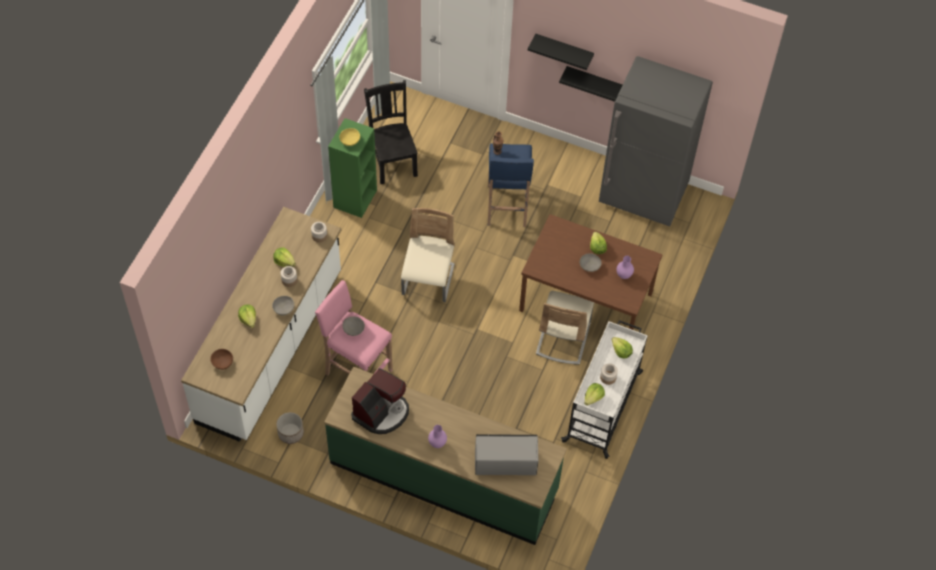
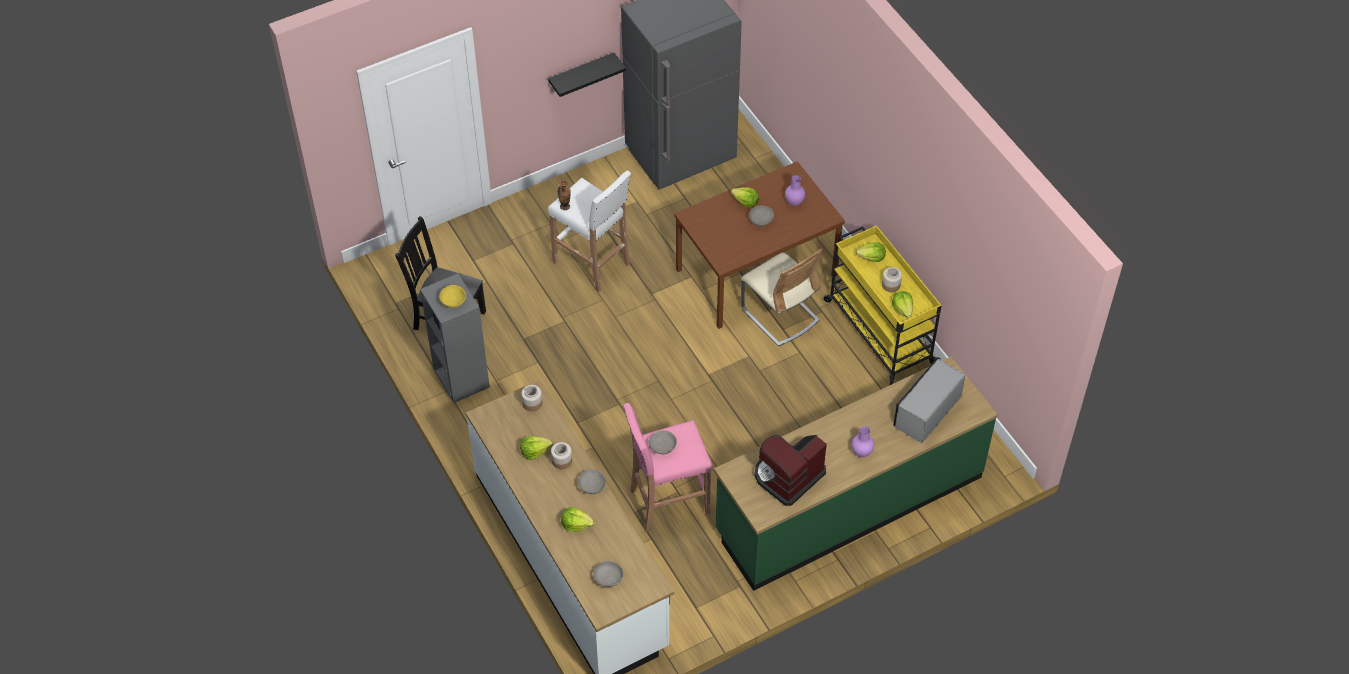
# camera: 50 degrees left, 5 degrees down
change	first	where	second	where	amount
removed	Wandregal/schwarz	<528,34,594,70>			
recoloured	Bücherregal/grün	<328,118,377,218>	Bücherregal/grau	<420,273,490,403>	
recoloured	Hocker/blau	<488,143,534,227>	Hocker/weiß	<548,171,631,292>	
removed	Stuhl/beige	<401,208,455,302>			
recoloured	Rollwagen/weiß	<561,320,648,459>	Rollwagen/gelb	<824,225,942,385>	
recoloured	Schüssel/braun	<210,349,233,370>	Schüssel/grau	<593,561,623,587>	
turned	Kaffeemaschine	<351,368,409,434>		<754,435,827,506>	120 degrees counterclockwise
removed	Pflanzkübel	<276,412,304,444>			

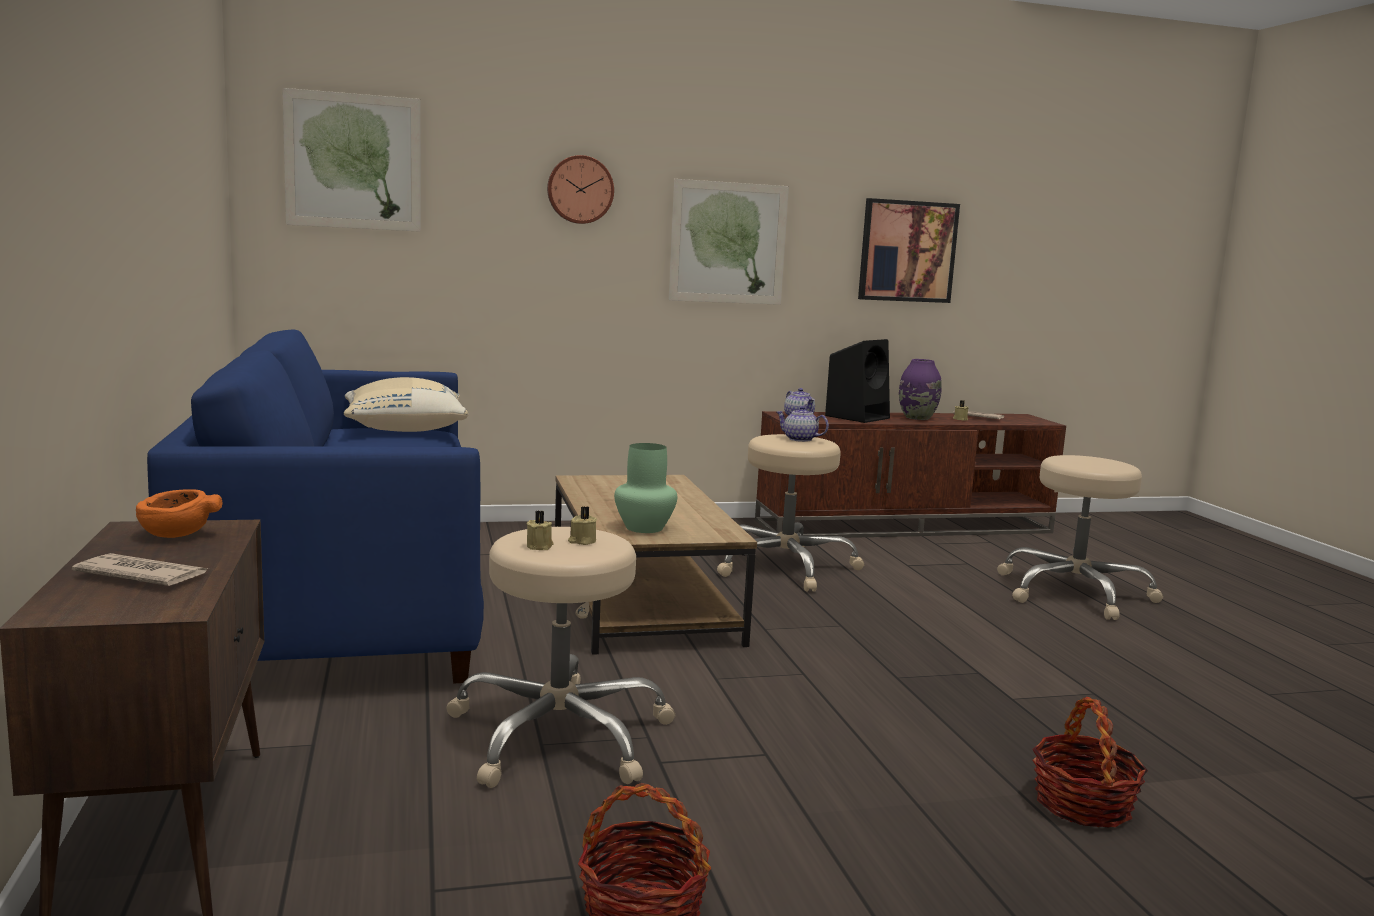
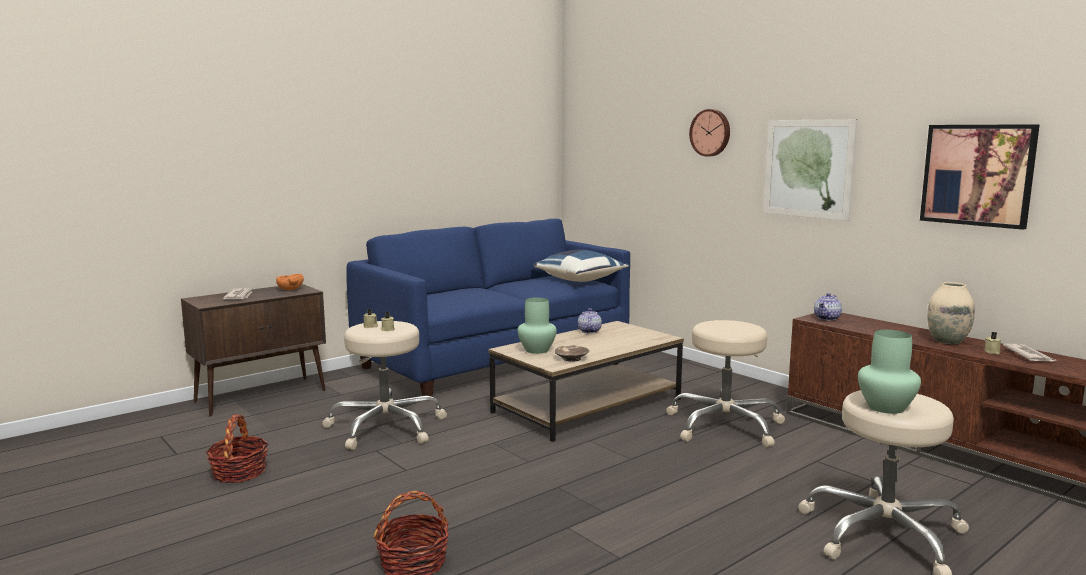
# camera: 65 degrees right, 0 degrees up
change	first	where	second	where	amount
removed	Bild	<282,88,421,232>			
removed	Lautsprecher/schwarz	<825,339,890,423>			
recoloured	Vase/lila	<899,359,942,420>	Vase/beige	<927,282,975,344>	
recoloured	Kissen/beige	<344,377,468,432>	Kissen/blau	<533,249,629,282>	
moved	Teekanne	<776,406,829,442>		<578,308,602,333>	
added			Vase/grün	<858,330,921,414>	
added			Schüssel/braun	<555,346,589,361>	

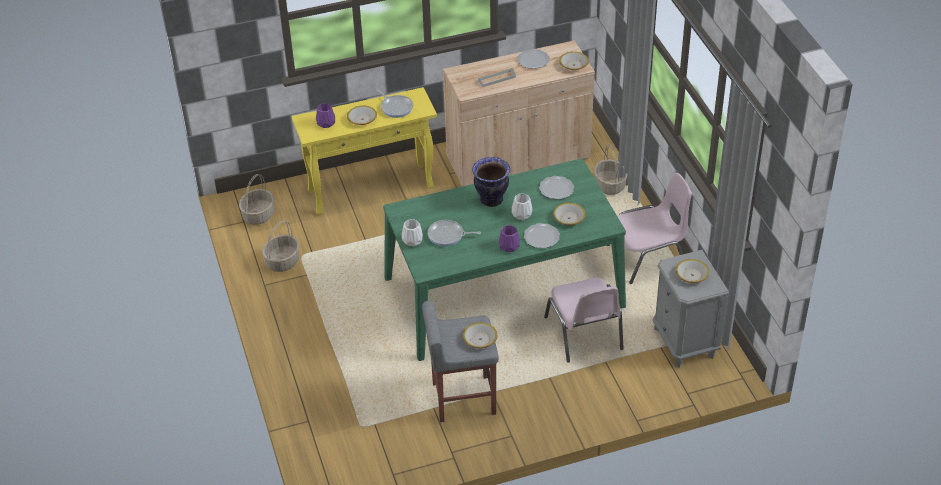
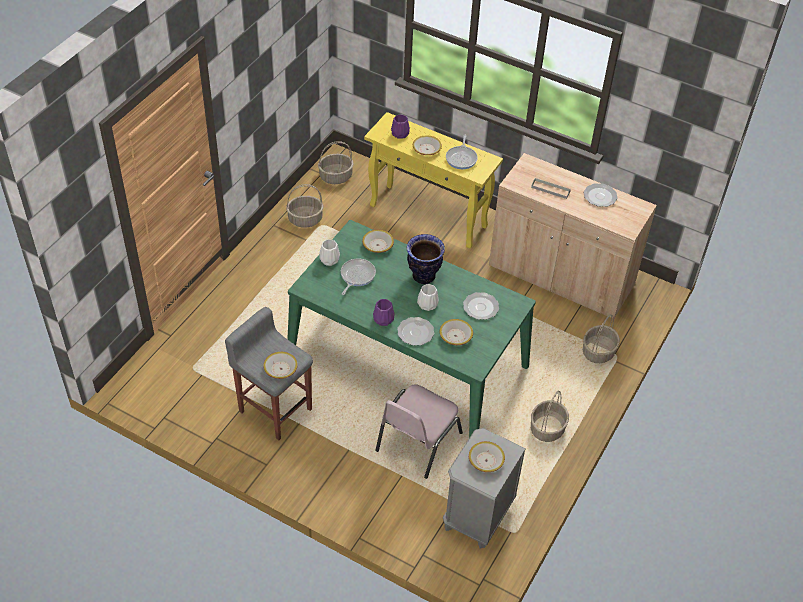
# camera: 45 degrees right, 5 degrees up
change	first	where	second	where	amount
moved	Schüssel	<559,52,589,70>		<362,230,394,253>	
replaced	Stuhl/rosa	<607,173,692,284>	Korb	<531,390,569,442>	
turned	Pfanne	<427,220,481,246>		<341,259,376,295>	60 degrees clockwise

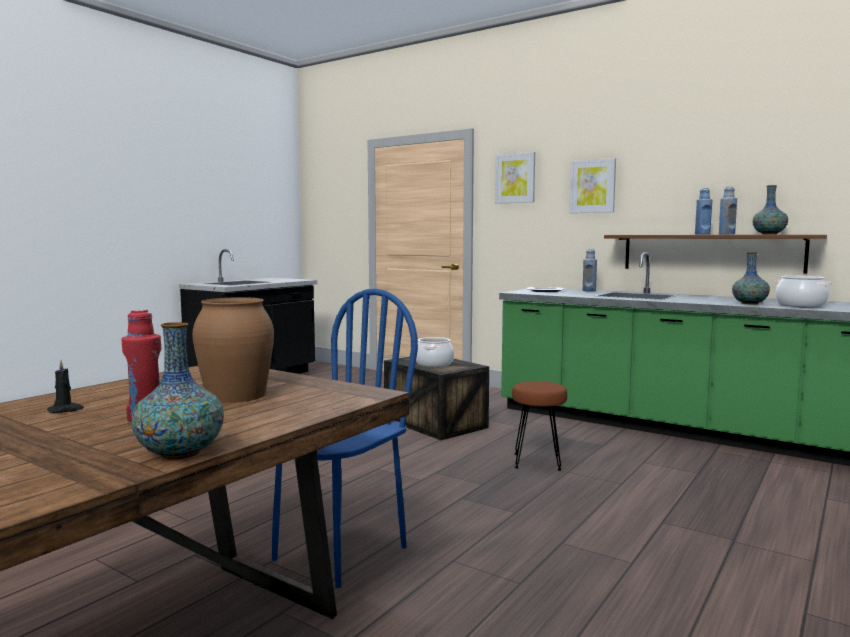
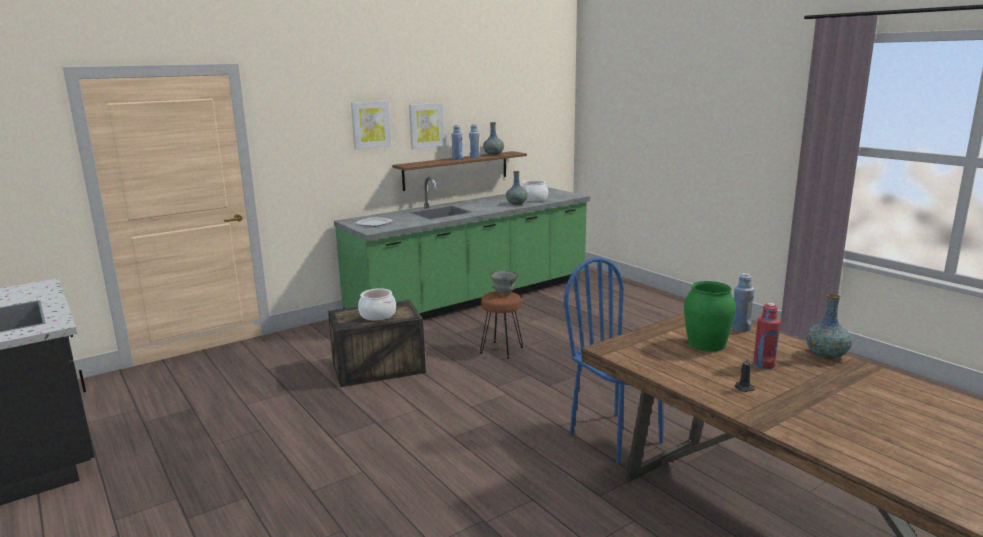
# camera: 70 degrees left, 10 degrees up
change	first	where	second	where	amount
moved	Bild	<495,152,535,204>		<409,103,445,149>	
moved	Flasche/blau	<583,249,597,291>		<731,273,754,332>	
recoloured	Vase/braun	<192,297,274,403>	Vase/grün	<684,281,736,351>	
added			Schüssel/grau	<490,271,518,294>	

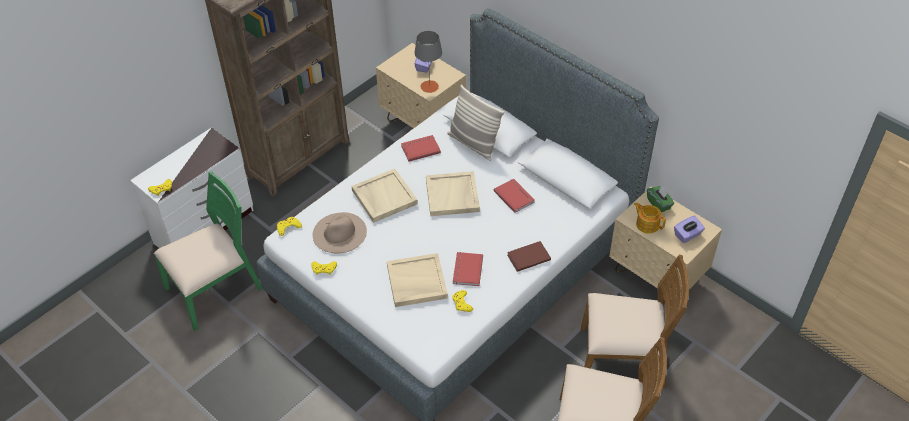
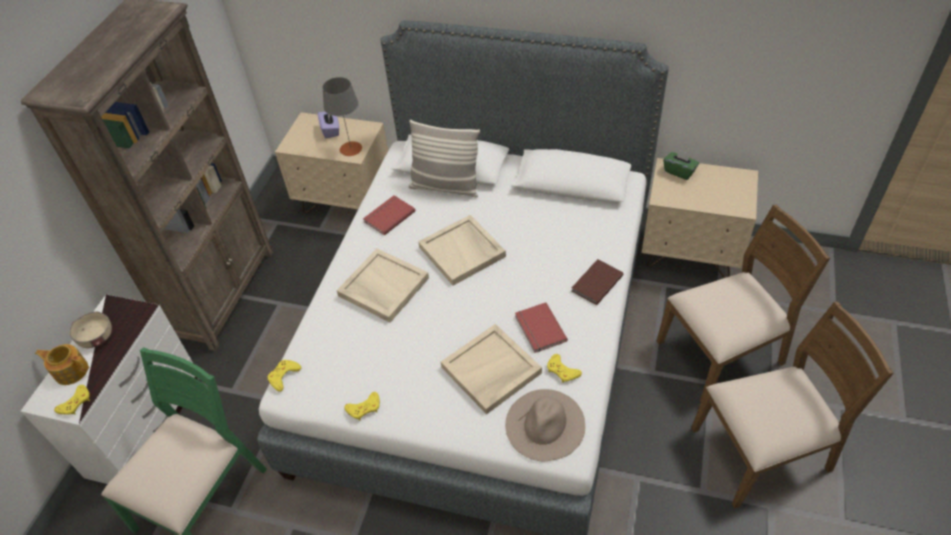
# camera: 25 degrees left, 0 degrees up
change	first	where	second	where	amount
removed	Buch/rot	<494,179,535,213>			
moved	Teekanne	<634,202,666,234>		<35,344,89,385>	
moved	Hut/beige	<313,212,367,254>		<505,389,585,461>	
removed	Taschentuchbox/lila	<674,216,705,243>			
added			Schüssel/beige	<70,311,112,348>	

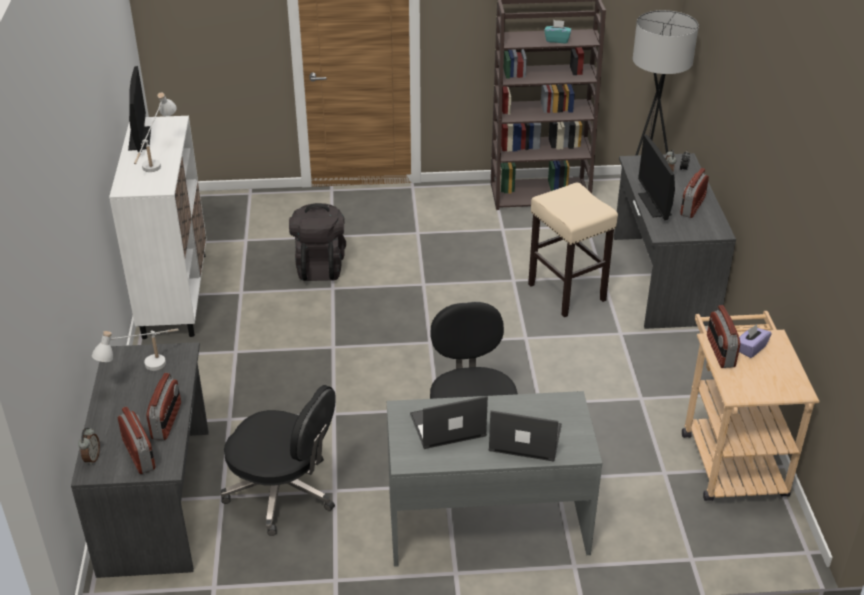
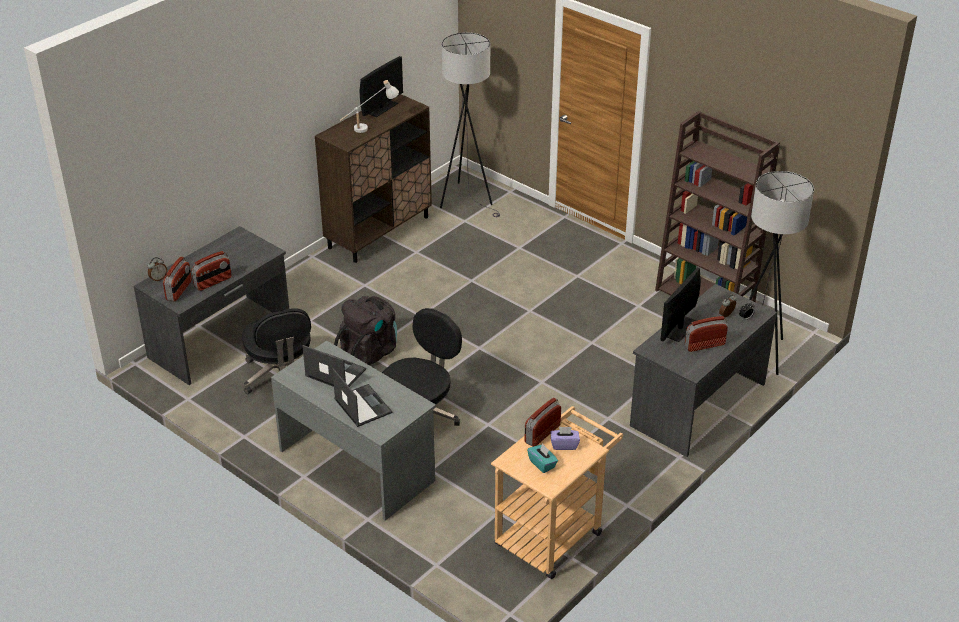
# camera: 45 degrees right, 0 degrees up
change	first	where	second	where	amount
moved	Taschentuchbox/türkis	<544,20,571,43>		<527,443,558,473>	
recoloured	Schrank/weiß	<109,116,206,339>	Schrank/braun	<315,94,432,263>	
removed	Hocker/beige	<528,182,618,317>			
moved	Rucksack/schwarz	<289,203,346,281>		<334,296,397,365>	
removed	Tischlampe/weiß	<92,329,179,371>			
added			Stehlampe/grau	<440,32,500,217>	

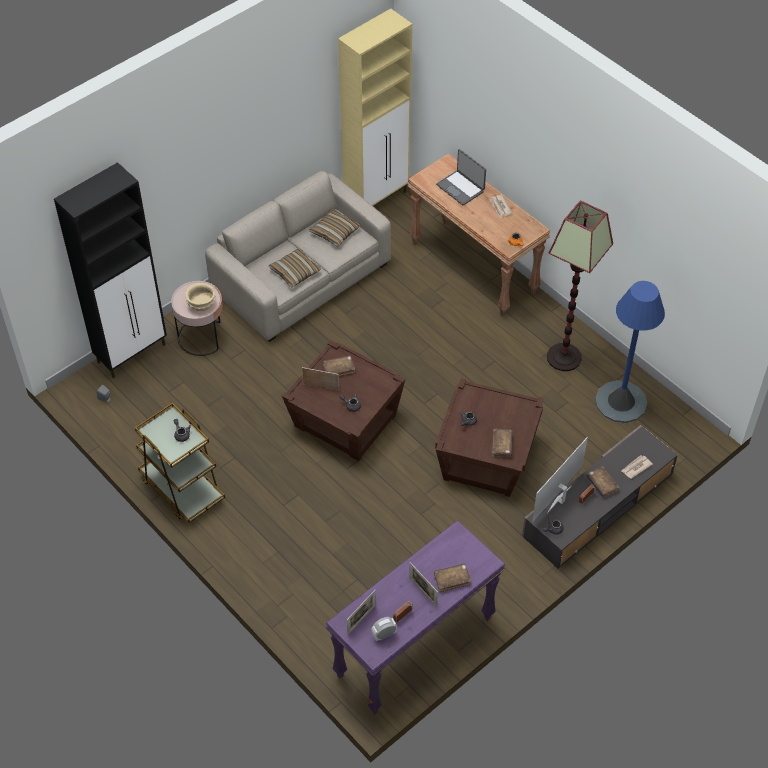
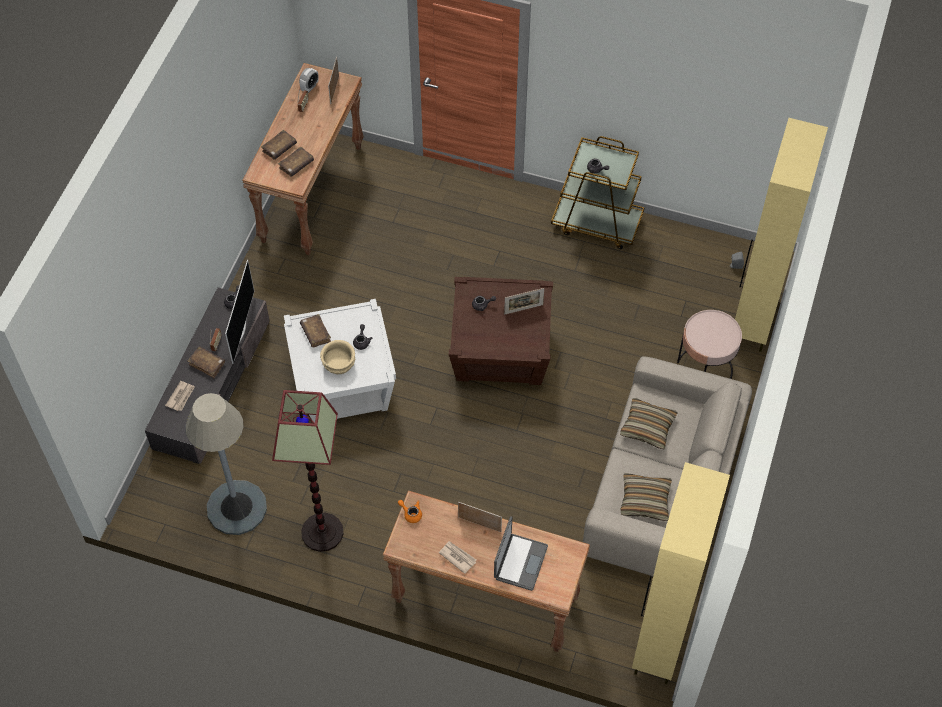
# camera: 150 degrees right, 5 degrees up
change	first	where	second	where	amount
turned	Laptop	<436,149,486,206>		<494,516,548,591>	90 degrees clockwise
recoloured	Schrank/schwarz	<54,162,167,378>	Schrank/beige	<735,118,828,352>	
recoloured	Stehlampe/blau	<595,281,665,423>	Stehlampe/grau	<186,393,267,535>	
moved	Schüssel/beige	<185,283,215,311>		<320,340,355,374>	
moved	Buch/braun	<323,355,355,376>		<278,146,314,177>	
recoloured	Beistelltisch/braun	<435,378,544,497>	Beistelltisch/weiß	<284,299,396,423>	
recoloured	Konsolentisch/lila	<326,520,505,715>	Konsolentisch/braun	<242,63,364,255>	
moved	Bilderrahmen	<409,562,438,608>		<458,501,502,532>	

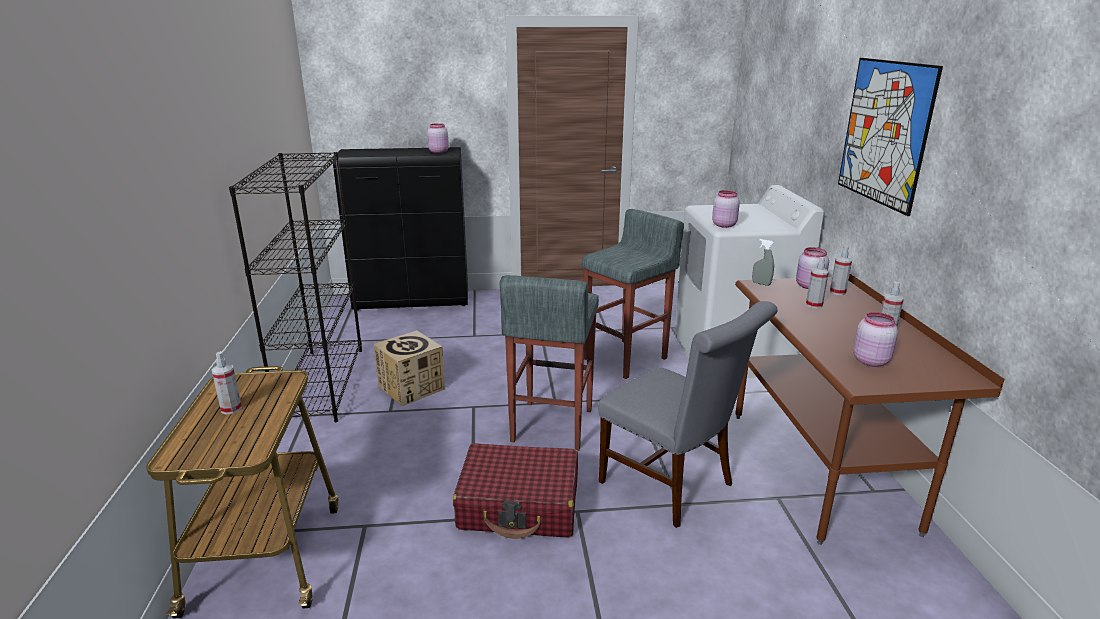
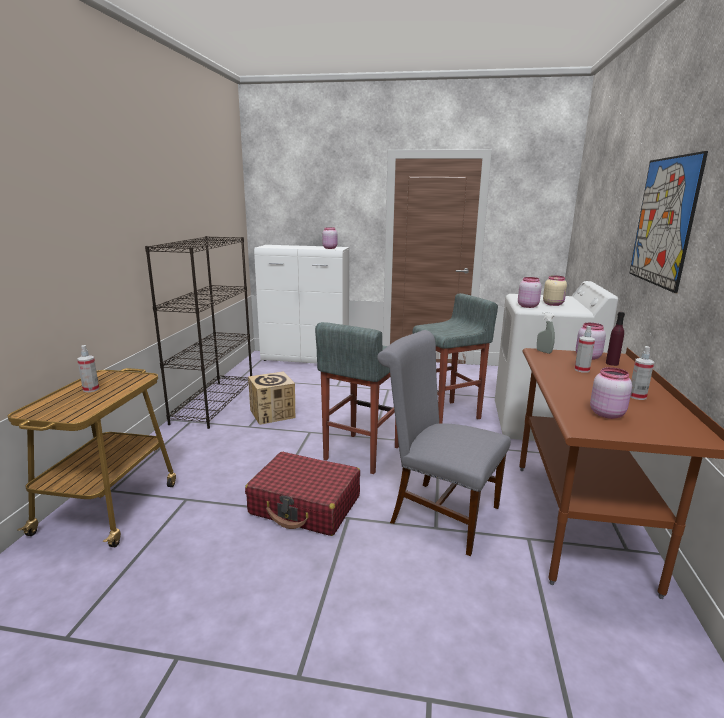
# camera: 15 degrees right, 5 degrees down
change	first	where	second	where	amount
recoloured	Schrank/schwarz	<333,147,468,310>	Schrank/weiß	<254,245,349,364>	
replaced	Sprühflasche	<830,246,852,295>	Flasche/lila	<606,312,625,366>	
turned	Stuhl/grau	<598,301,778,528>		<377,330,511,556>	150 degrees clockwise
added			Vorratsglas/beige	<543,276,567,306>	

